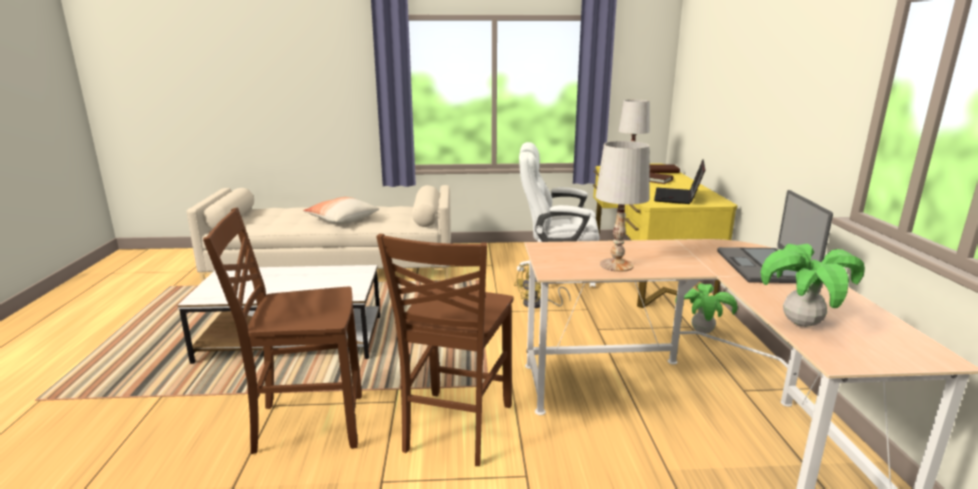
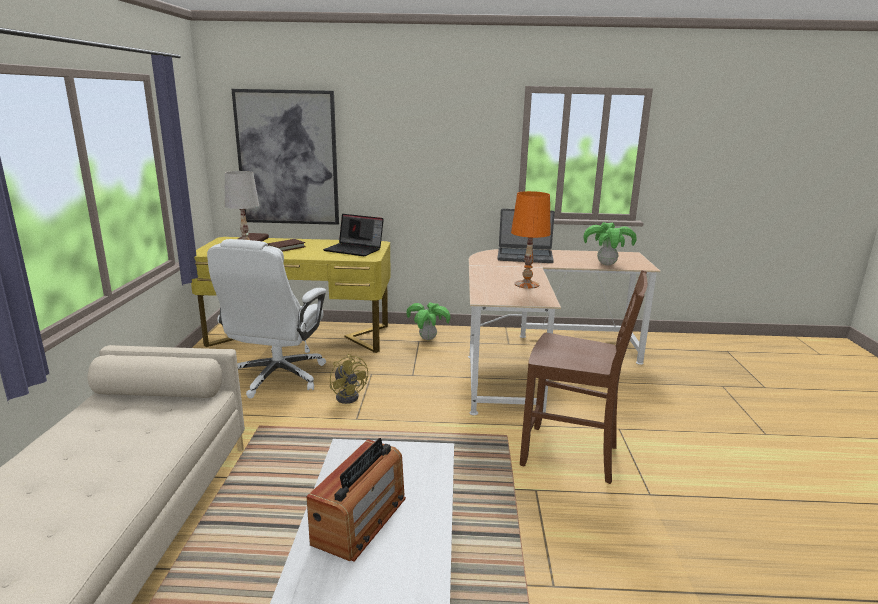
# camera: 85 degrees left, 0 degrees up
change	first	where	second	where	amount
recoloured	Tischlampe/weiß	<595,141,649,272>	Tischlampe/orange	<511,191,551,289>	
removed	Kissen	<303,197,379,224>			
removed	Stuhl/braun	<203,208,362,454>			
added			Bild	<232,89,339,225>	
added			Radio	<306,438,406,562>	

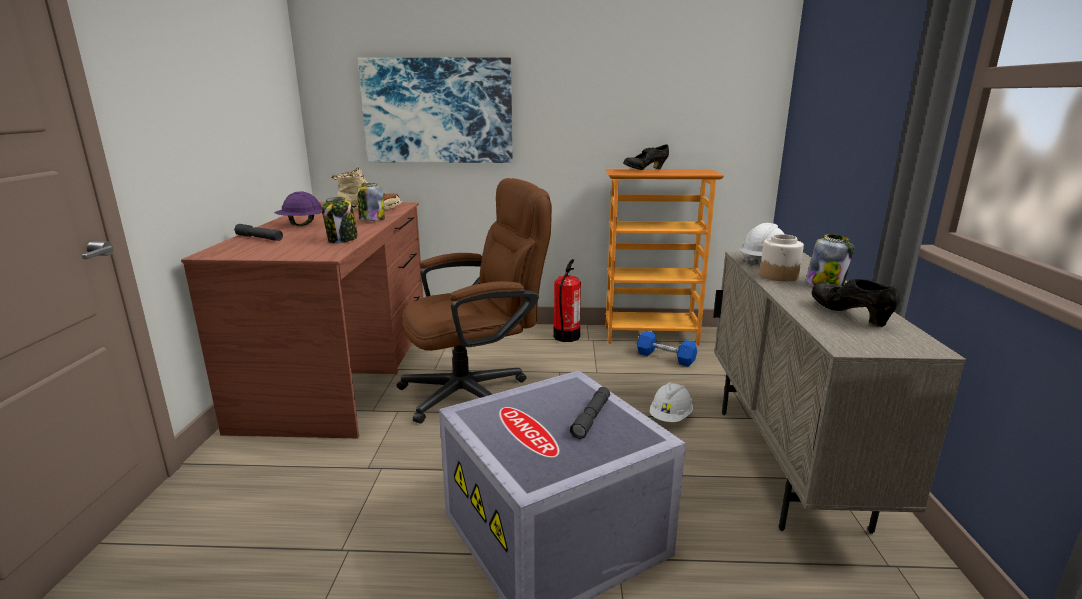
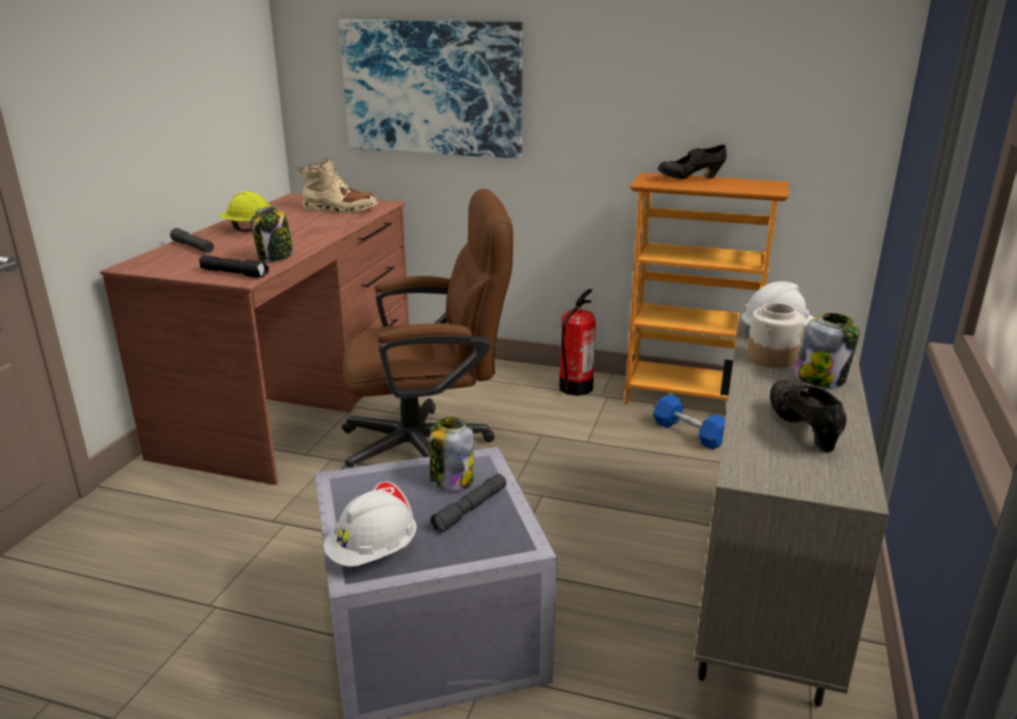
# camera: 15 degrees right, 5 degrees up
change	first	where	second	where	amount
moved	Vorratsglas	<357,183,385,221>		<430,417,474,491>	
recoloured	Schutzhelm/lila	<274,192,322,226>	Schutzhelm/gelb	<220,191,271,232>	
moved	Schutzhelm/weiß	<650,382,693,422>		<323,490,417,567>	
added			Taschenlampe/schwarz	<199,256,269,278>	

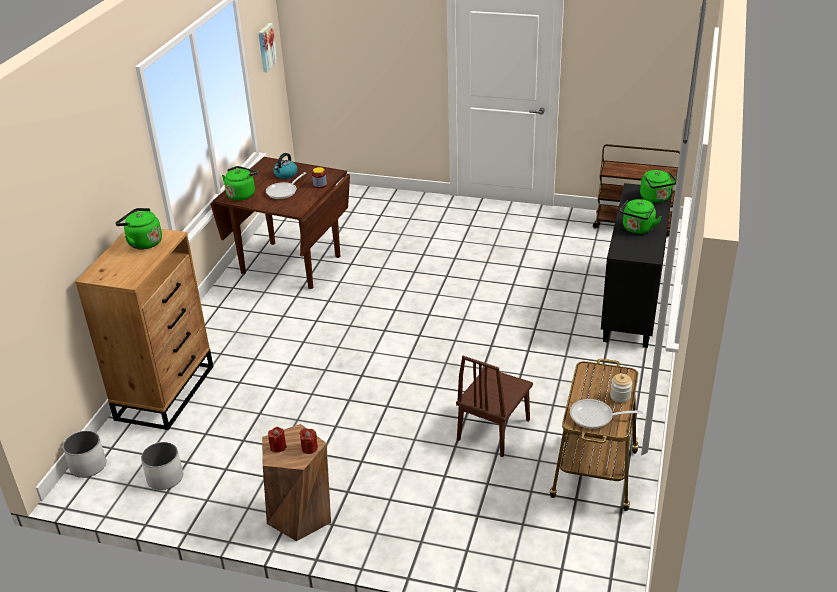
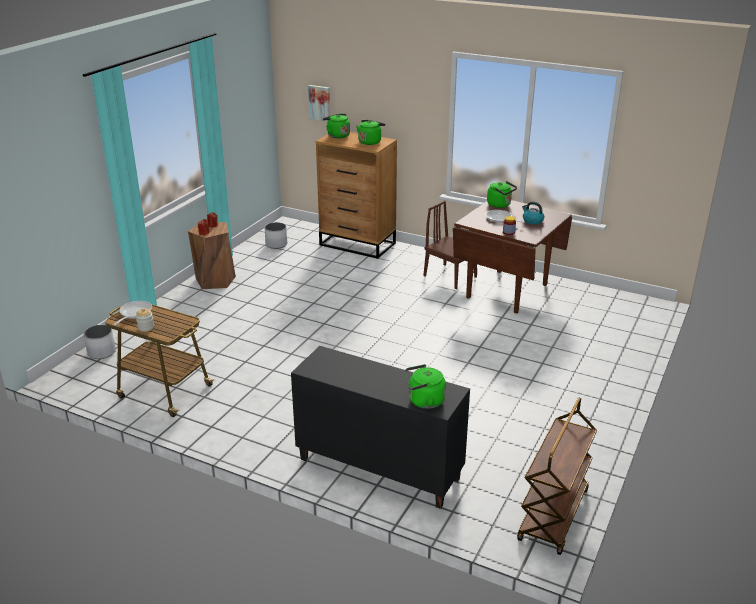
# camera: 100 degrees right, 5 degrees down
change	first	where	second	where	amount
moved	Bild	<258,23,277,72>		<308,85,330,122>	
moved	Wasserkessel/grün	<620,199,662,234>		<323,114,350,138>	
moved	Stuhl/braun	<456,356,533,457>		<423,201,477,289>	
moved	Pflanzkübel/weiß	<63,431,106,478>		<84,325,116,359>	

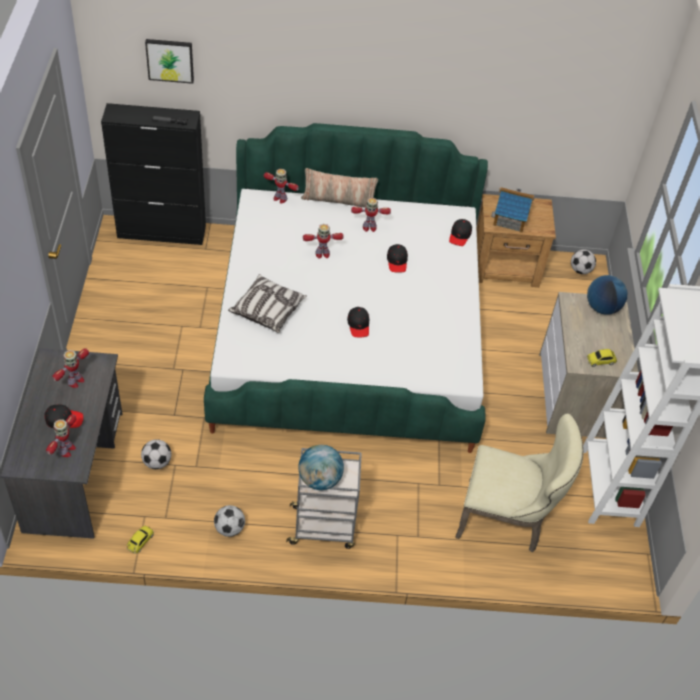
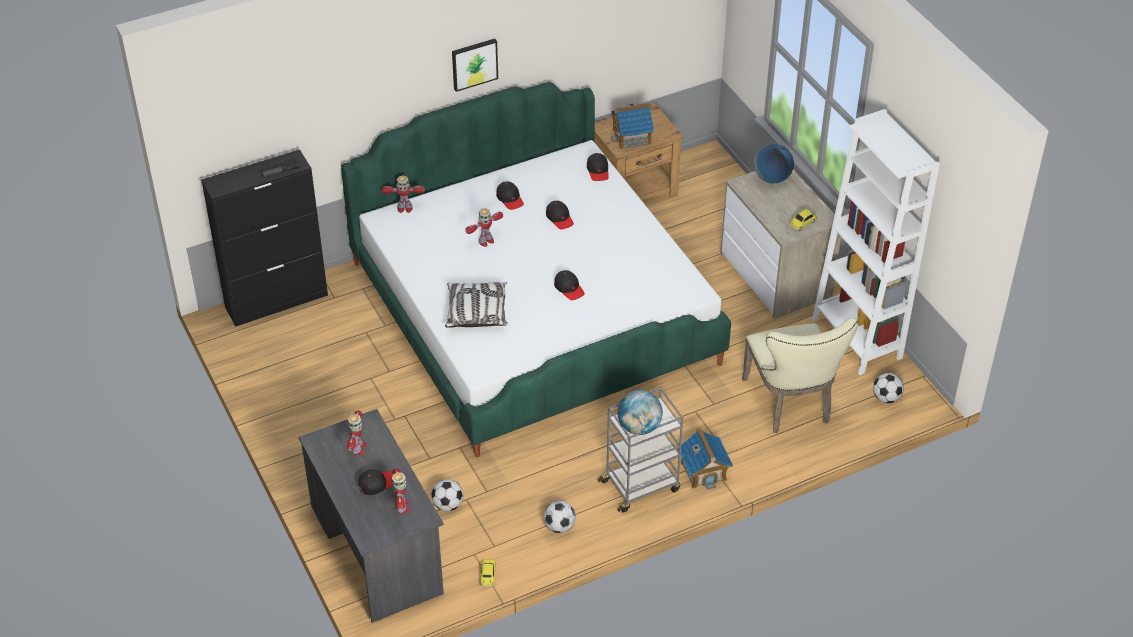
# camera: 25 degrees left, 5 degrees down
change	first	where	second	where	amount
moved	Bild	<145,39,194,84>		<452,39,498,92>	
removed	Kissen	<301,168,378,208>			
replaced	Spielzeugroboter	<351,198,391,232>	Kappe/schwarz	<496,181,524,210>	
moved	Fußball	<571,249,596,274>		<873,373,904,403>	
turned	Stuhl/beige	<455,414,584,553>		<742,317,858,433>	90 degrees clockwise
added			Spielzeughaus	<678,428,733,490>	

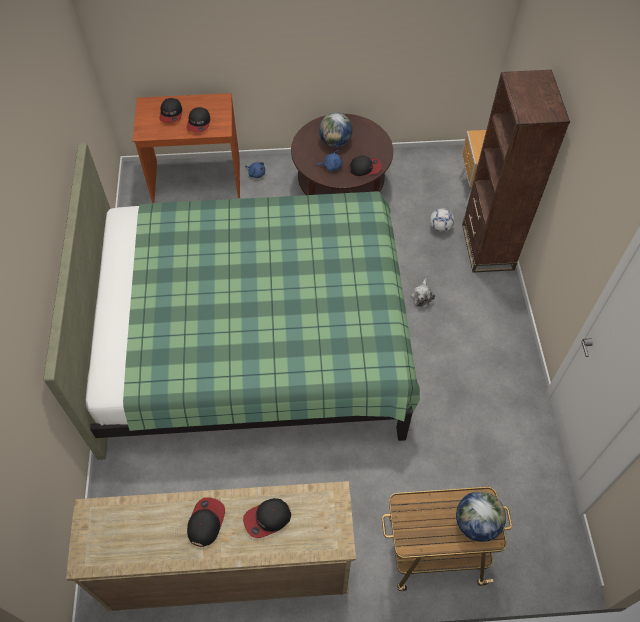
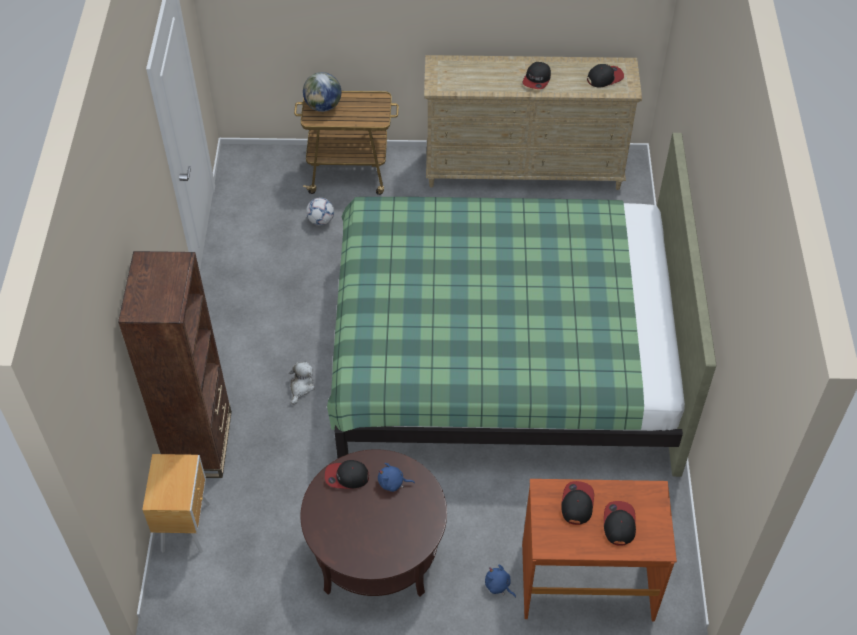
# camera: 175 degrees left, 5 degrees down
change	first	where	second	where	amount
removed	Globus	<319,112,353,147>			
moved	Fußball	<430,208,454,233>		<306,198,334,226>	
moved	Kappe	<243,498,291,538>		<587,64,624,88>	

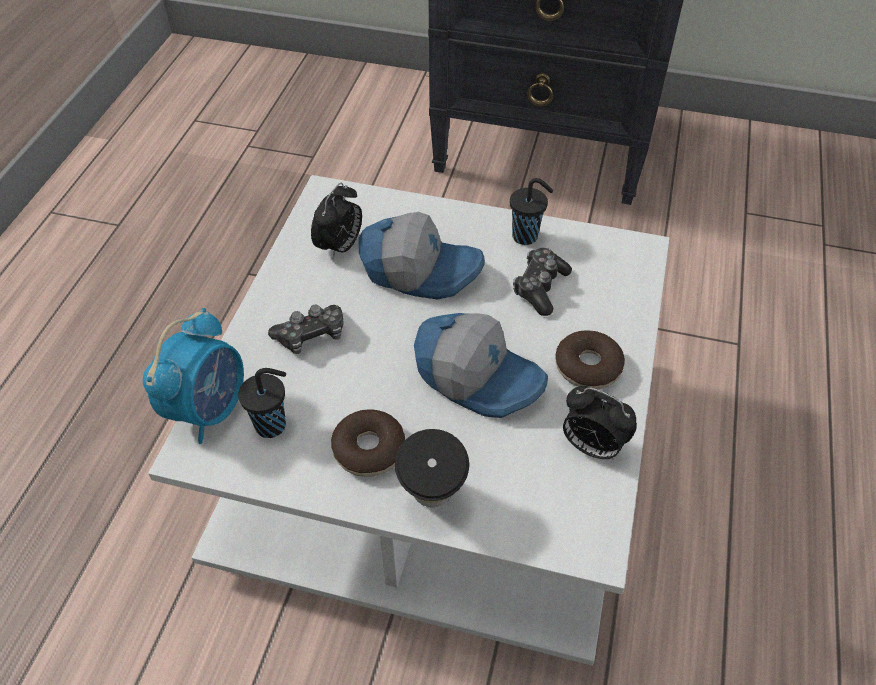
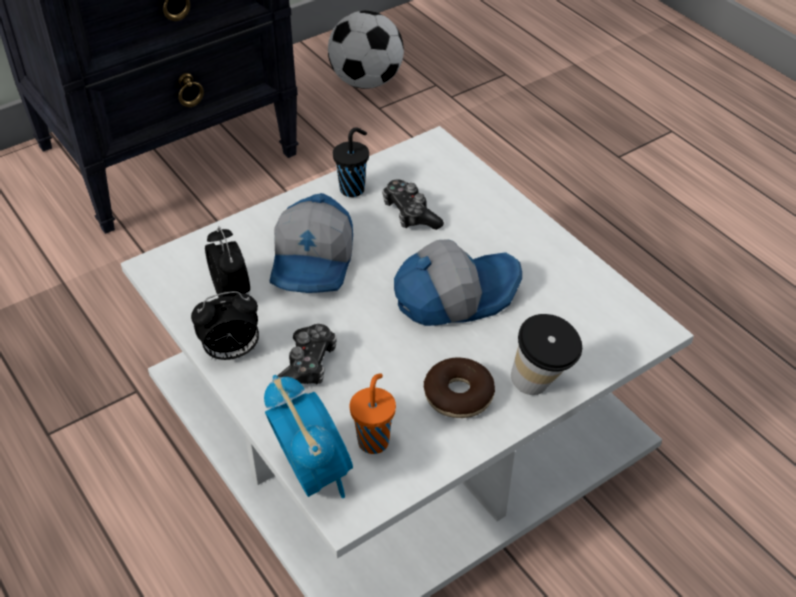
# camera: 50 degrees left, 5 degrees down
change	first	where	second	where	amount
turned	Kappe	<359,212,485,299>		<270,193,353,293>	135 degrees clockwise
removed	Donut	<555,330,625,389>			
recoloured	Tasse/schwarz	<238,368,286,438>	Tasse/orange	<349,373,396,454>	
moved	Wecker	<563,386,637,460>		<191,291,259,360>	
added			Fußball	<328,11,404,89>	

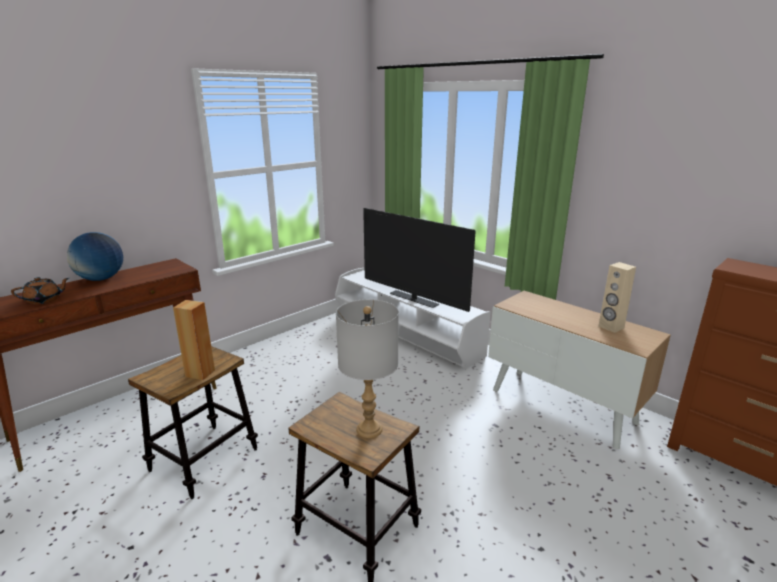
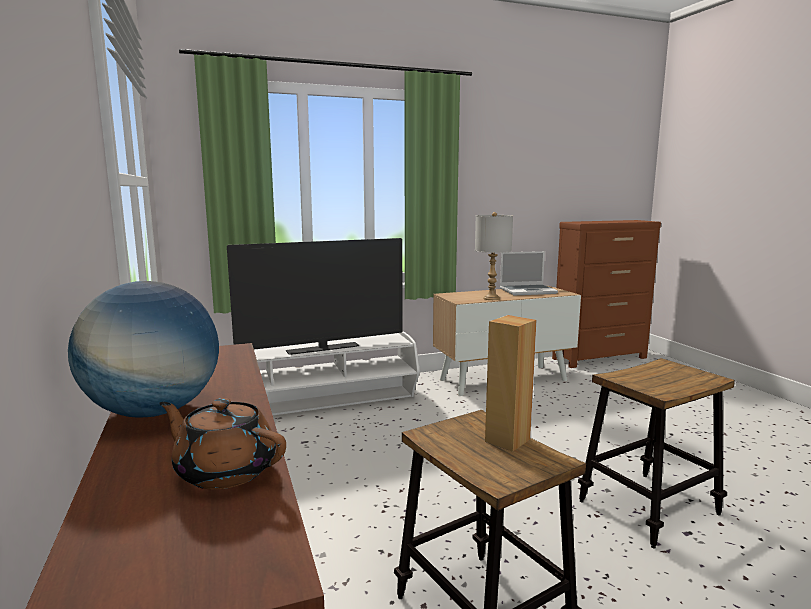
# camera: 65 degrees left, 10 degrees down
change	first	where	second	where	amount
replaced	Lautsprecher/beige	<598,262,636,333>	Laptop	<500,251,558,296>	
turned	Teekanne/braun	<11,277,69,304>		<159,398,286,490>	60 degrees counterclockwise
moved	Tischlampe/grau	<336,299,399,438>		<475,212,513,300>	

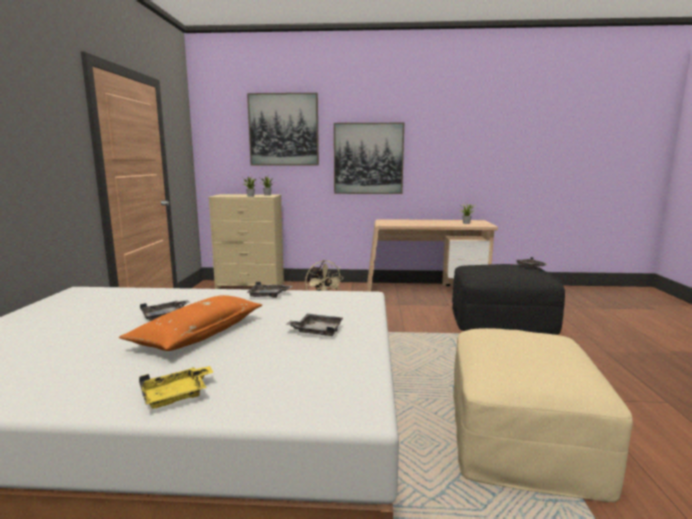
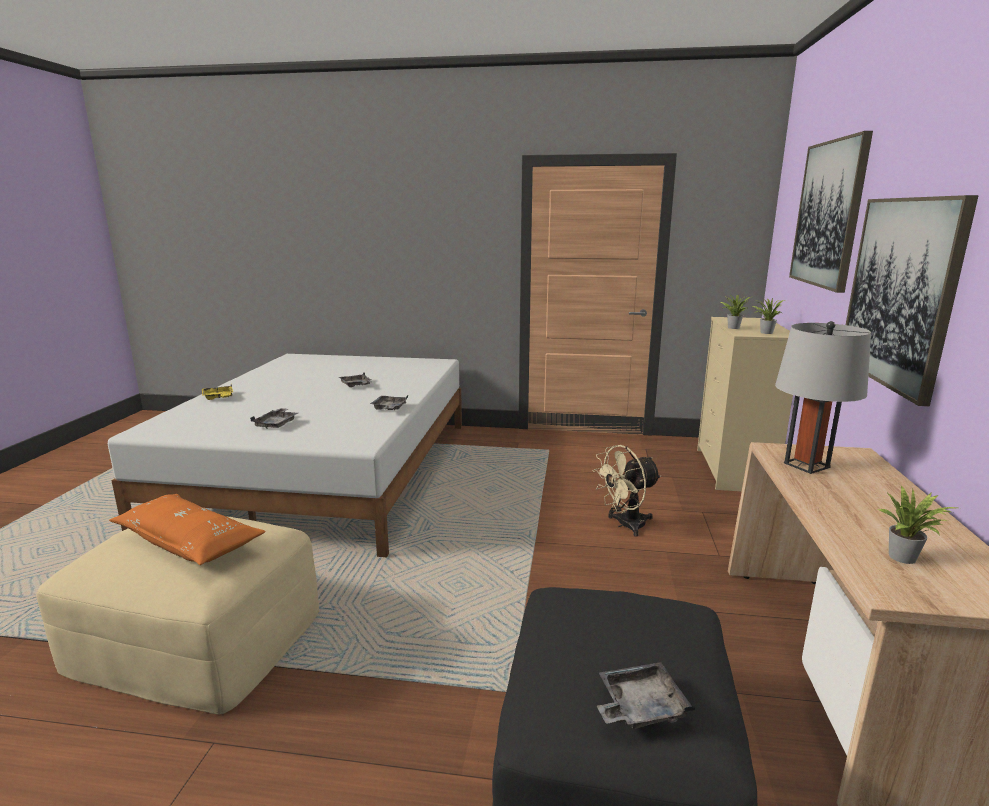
# camera: 95 degrees right, 5 degrees up
change	first	where	second	where	amount
moved	Kissen/orange	<119,295,262,351>		<109,494,265,565>	
added			Tischlampe/grau	<775,321,871,474>	

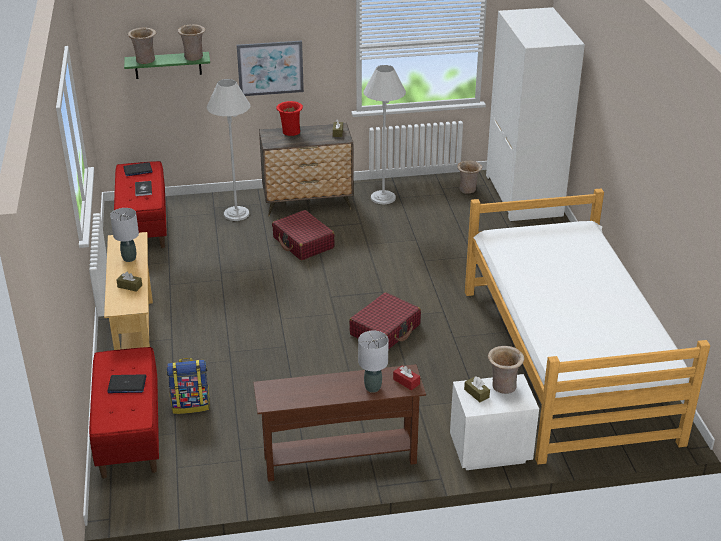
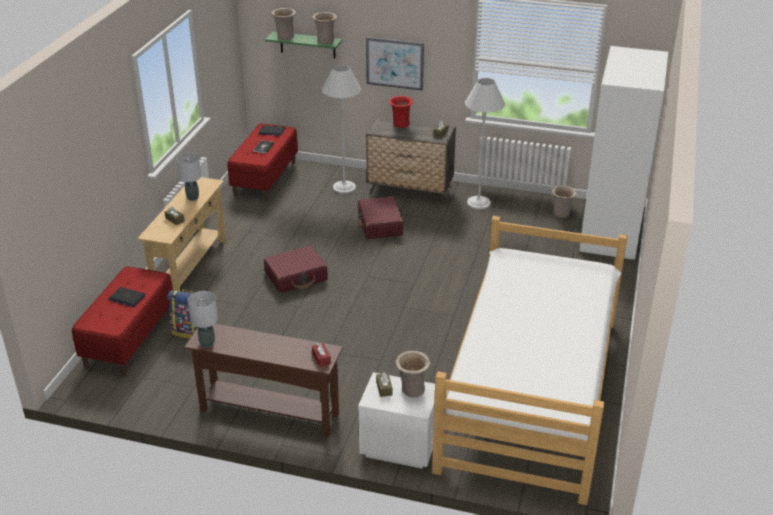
# camera: 25 degrees right, 0 degrees up
change	first	where	second	where	amount
moved	Koffer/rot	<349,292,421,350>		<264,246,328,293>	
moved	Tischlampe/grau	<358,330,389,393>		<188,291,218,348>	

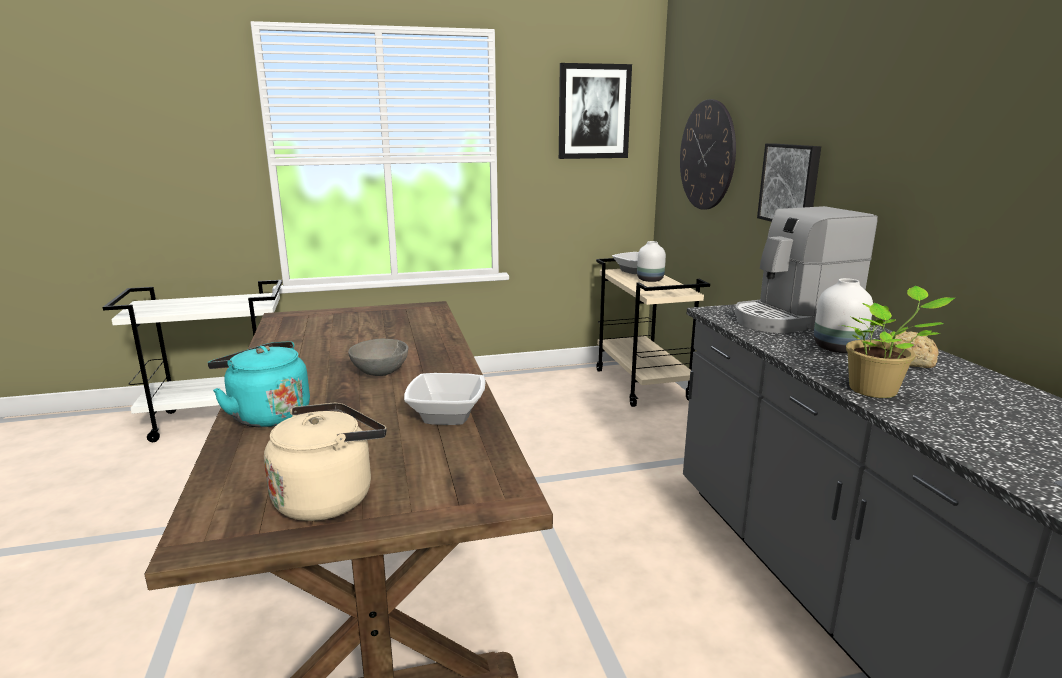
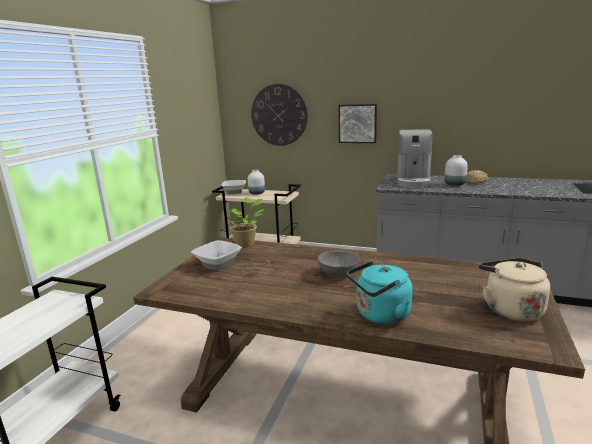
# camera: 55 degrees left, 0 degrees up
change	first	where	second	where	amount
removed	Bild	<559,63,632,159>			
moved	Topfpflanze	<839,286,955,398>		<227,198,264,248>	
moved	Schüssel	<404,373,486,425>		<191,240,242,270>	

